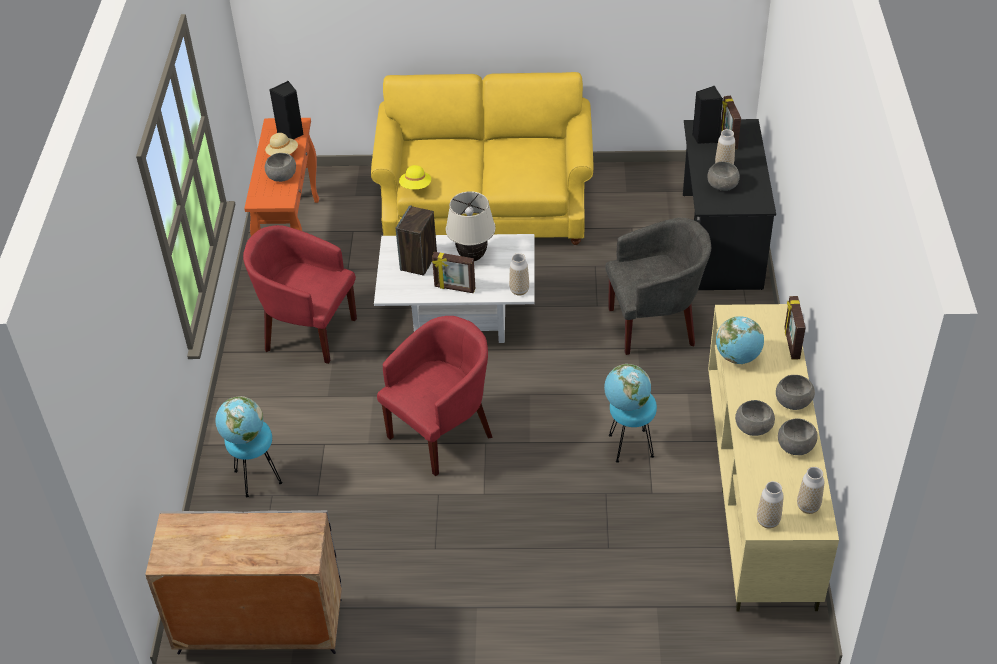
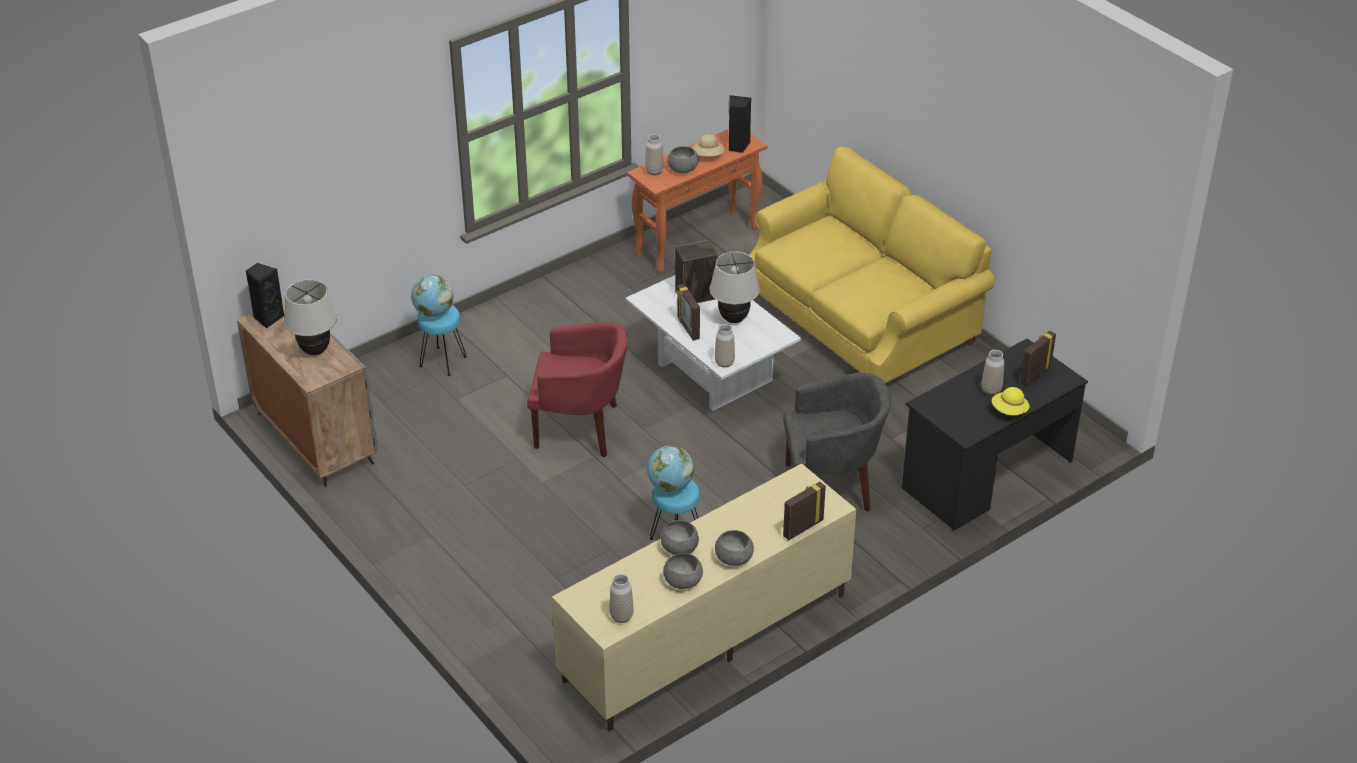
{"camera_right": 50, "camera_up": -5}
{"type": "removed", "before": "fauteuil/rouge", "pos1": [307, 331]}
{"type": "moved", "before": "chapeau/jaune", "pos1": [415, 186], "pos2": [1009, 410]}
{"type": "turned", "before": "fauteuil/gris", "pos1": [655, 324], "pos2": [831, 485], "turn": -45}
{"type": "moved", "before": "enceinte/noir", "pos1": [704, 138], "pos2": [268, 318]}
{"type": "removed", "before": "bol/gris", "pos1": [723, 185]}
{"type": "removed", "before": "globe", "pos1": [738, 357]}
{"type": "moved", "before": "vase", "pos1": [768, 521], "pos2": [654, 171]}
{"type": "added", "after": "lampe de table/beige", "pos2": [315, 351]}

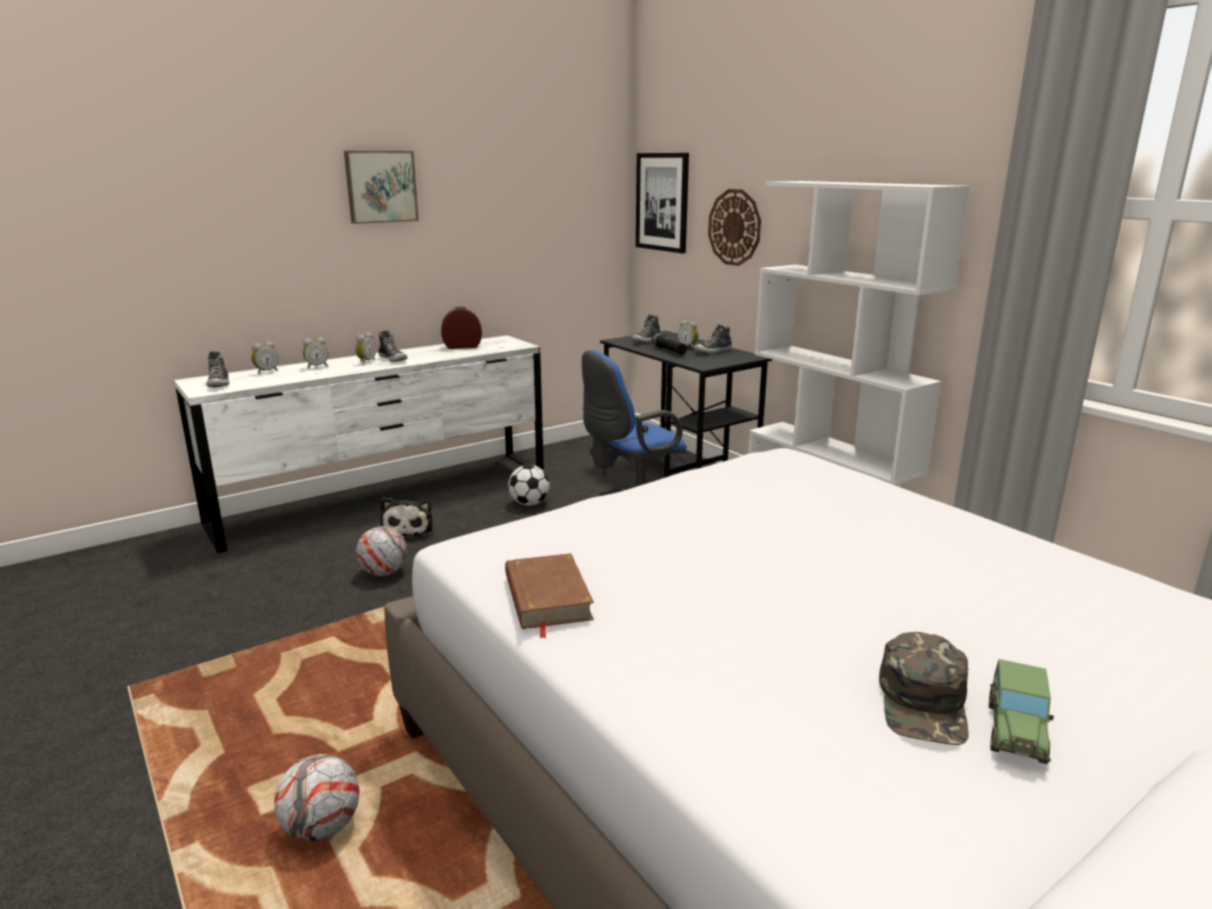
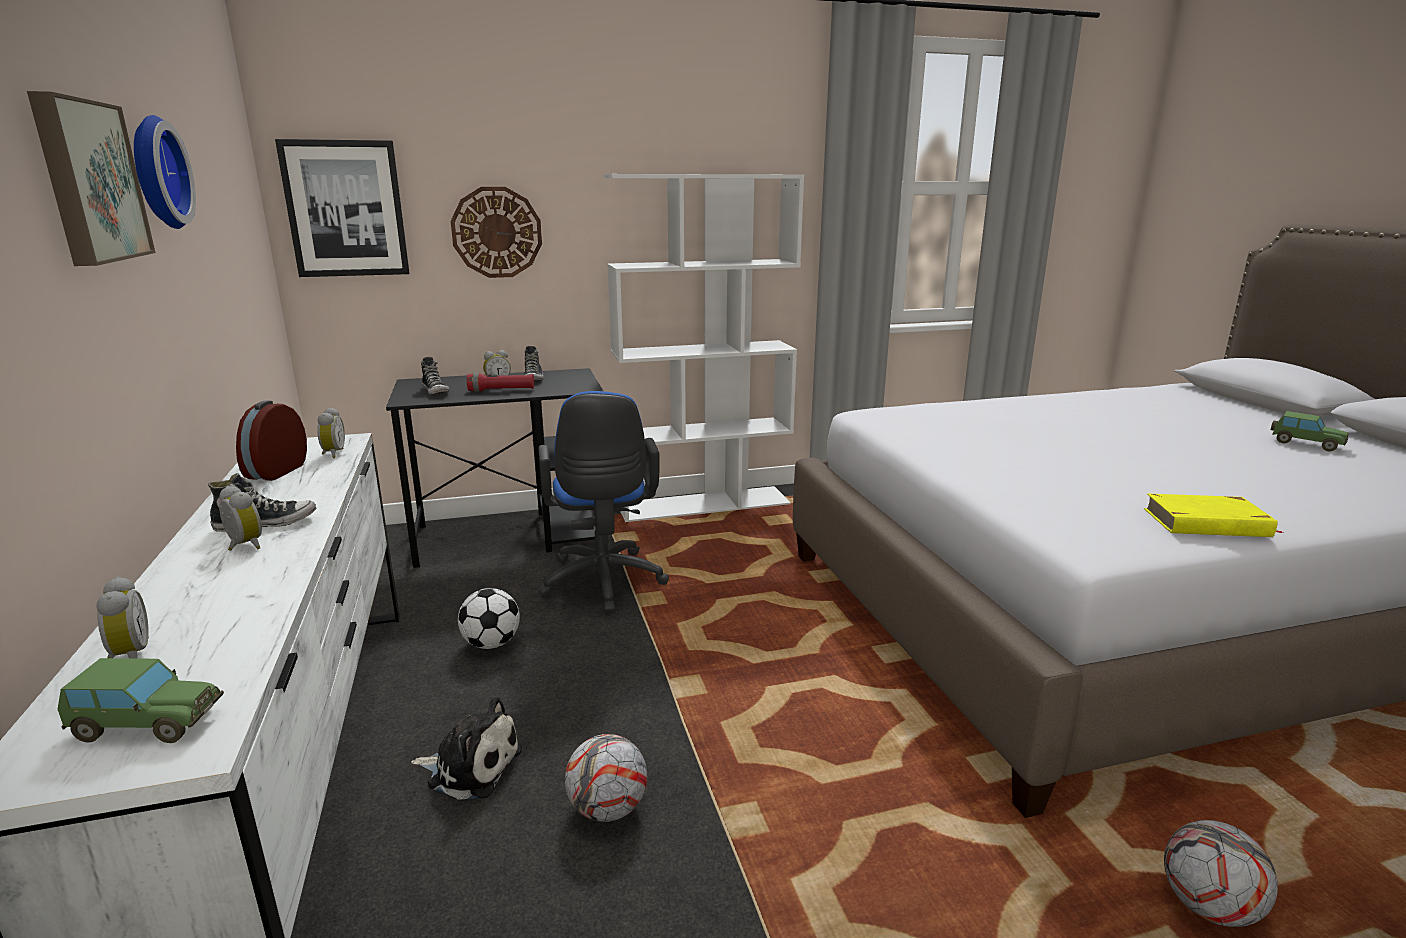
{"camera_right": -70, "camera_up": 0}
{"type": "replaced", "before": "chaussure", "after": "petite voiture", "pos1": [219, 384], "pos2": [146, 724]}
{"type": "moved", "before": "réveil", "pos1": [317, 367], "pos2": [332, 454]}
{"type": "recoloured", "before": "livre/marron", "after": "livre/jaune", "pos1": [546, 598], "pos2": [1207, 523]}
{"type": "recoloured", "before": "lampe de poche/noir", "after": "lampe de poche/rouge", "pos1": [669, 351], "pos2": [501, 390]}
{"type": "removed", "before": "casquette/vert", "pos1": [924, 702]}
{"type": "added", "after": "horloge murale", "pos2": [154, 173]}

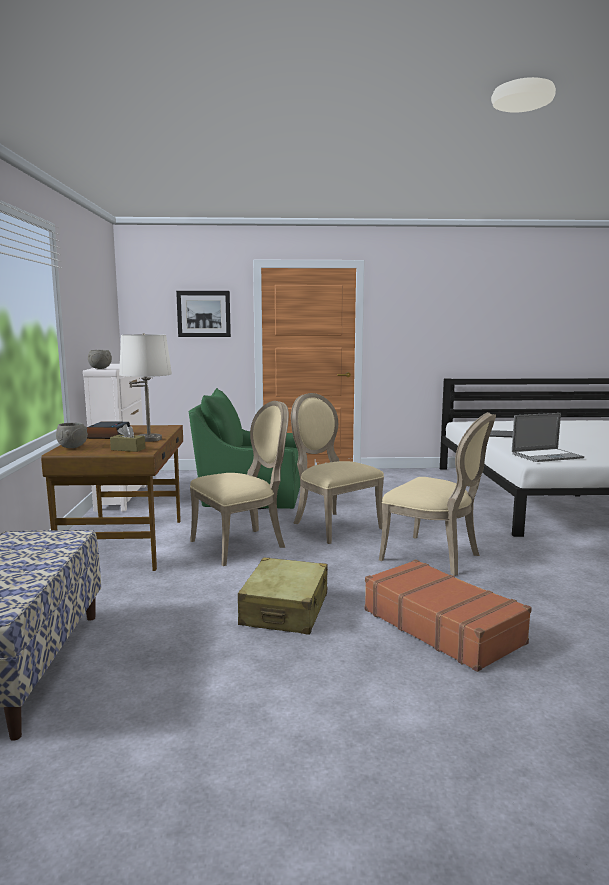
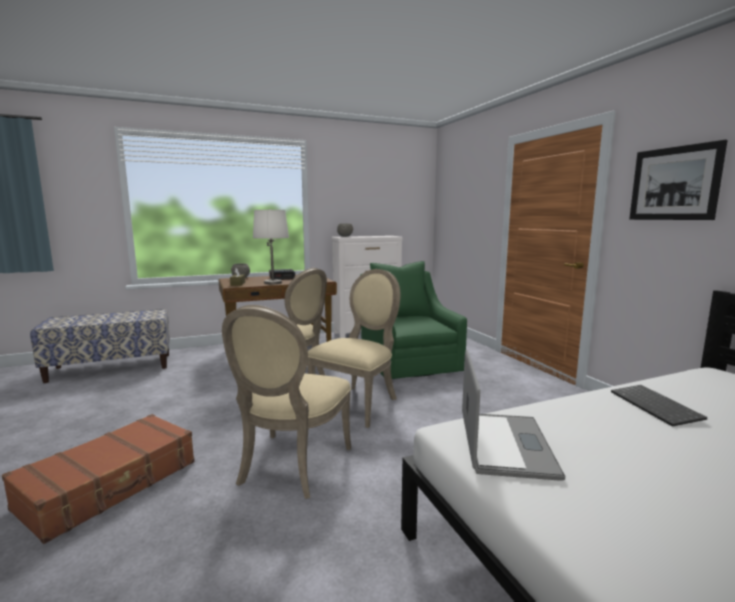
{"camera_right": 70, "camera_up": 0}
{"type": "moved", "before": "tableau", "pos1": [203, 314], "pos2": [674, 183]}
{"type": "removed", "before": "valise/beige", "pos1": [285, 610]}
{"type": "turned", "before": "ordinateur portable", "pos1": [547, 456], "pos2": [505, 444], "turn": -135}

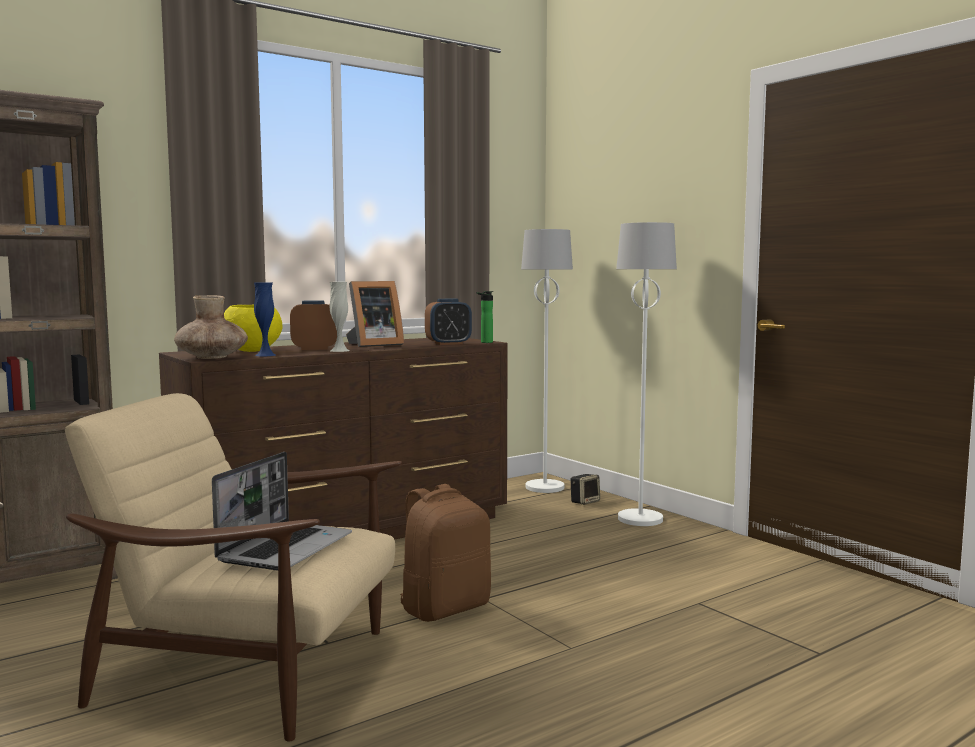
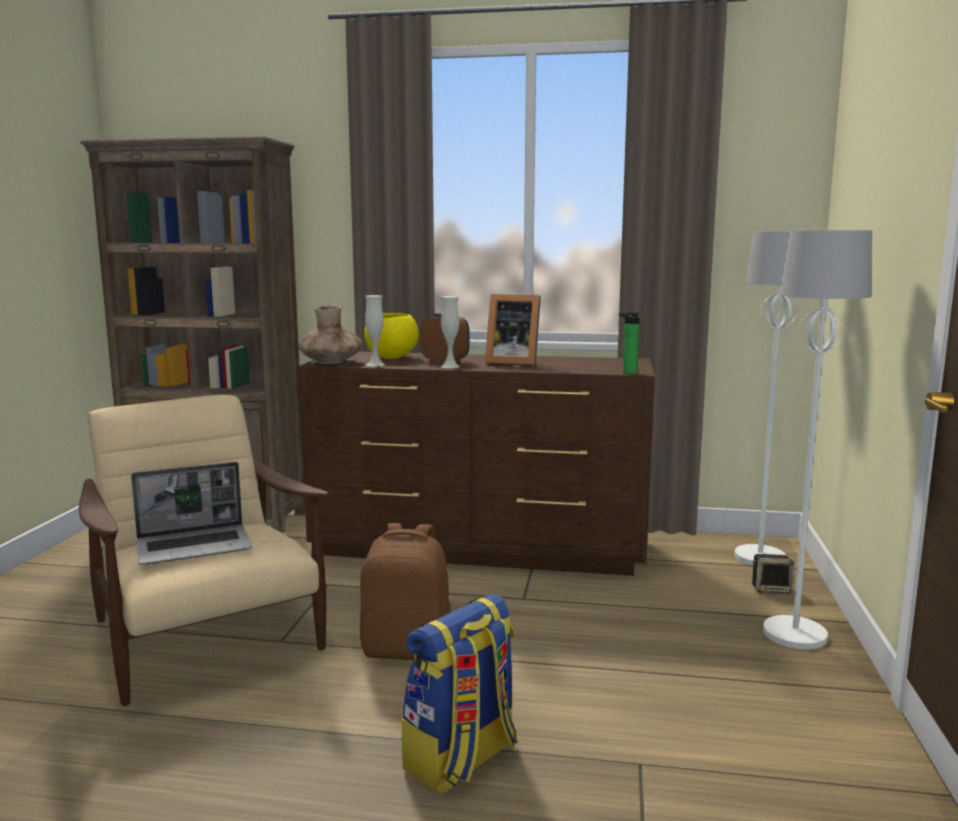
{"camera_right": 45, "camera_up": 5}
{"type": "recoloured", "before": "vase/bleu", "after": "vase/blanc", "pos1": [265, 355], "pos2": [375, 364]}
{"type": "removed", "before": "réveil", "pos1": [448, 344]}
{"type": "added", "after": "sac à dos", "pos2": [462, 760]}

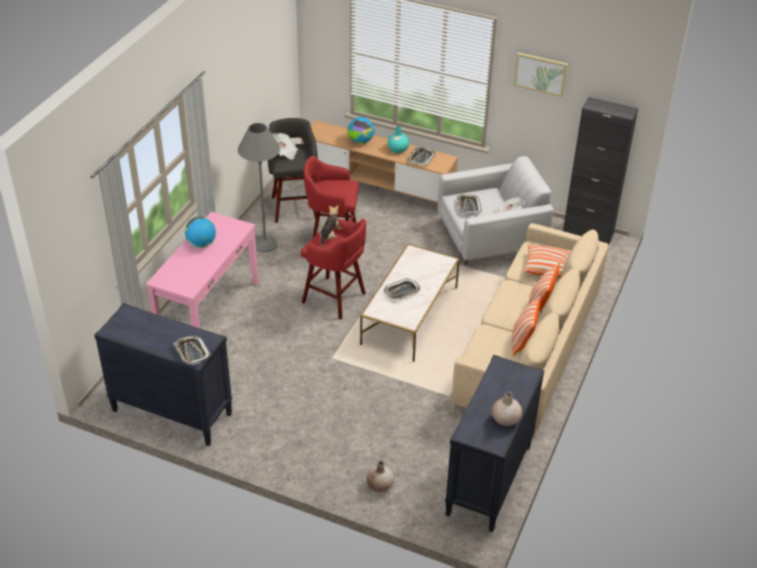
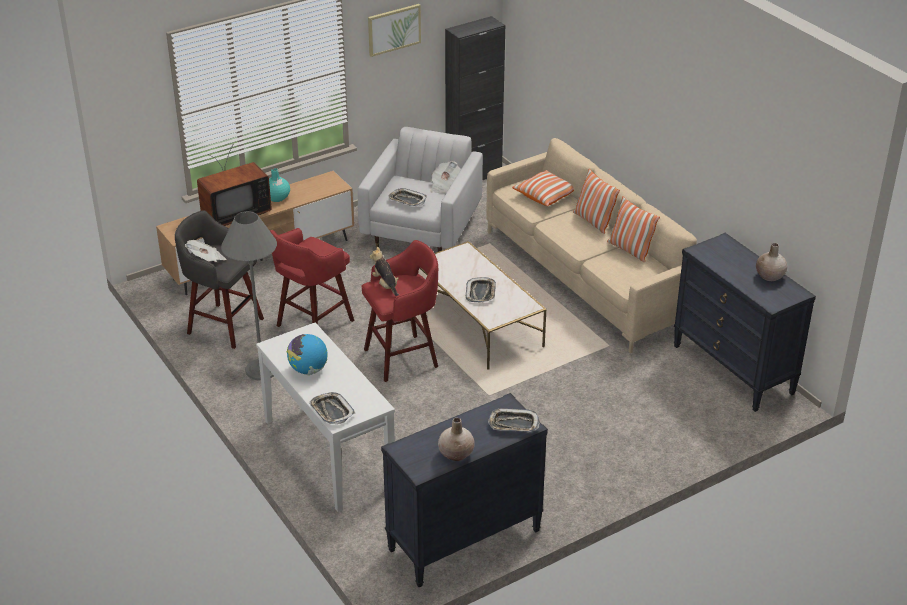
{"camera_right": -55, "camera_up": -5}
{"type": "recoloured", "before": "table console/rose", "after": "table console/blanc", "pos1": [208, 311], "pos2": [328, 453]}
{"type": "replaced", "before": "globe", "after": "téléviseur", "pos1": [360, 141], "pos2": [233, 213]}
{"type": "moved", "before": "vase/beige", "pos1": [380, 485], "pos2": [456, 454]}
{"type": "moved", "before": "plateau", "pos1": [421, 158], "pos2": [331, 411]}

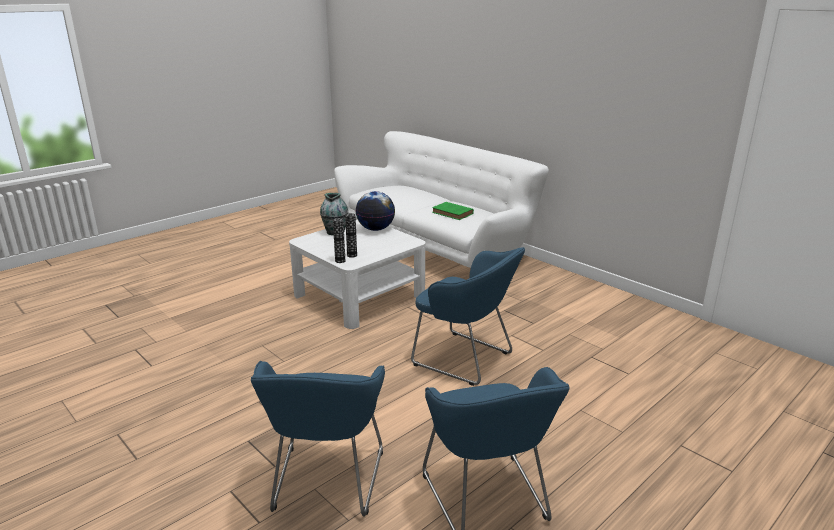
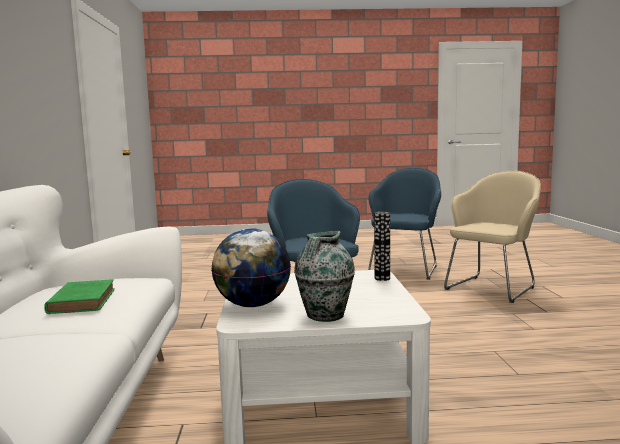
{"camera_right": -140, "camera_up": -15}
{"type": "recoloured", "before": "fauteuil/bleu", "after": "fauteuil/beige", "pos1": [326, 484], "pos2": [493, 287]}
{"type": "removed", "before": "vase", "pos1": [352, 255]}

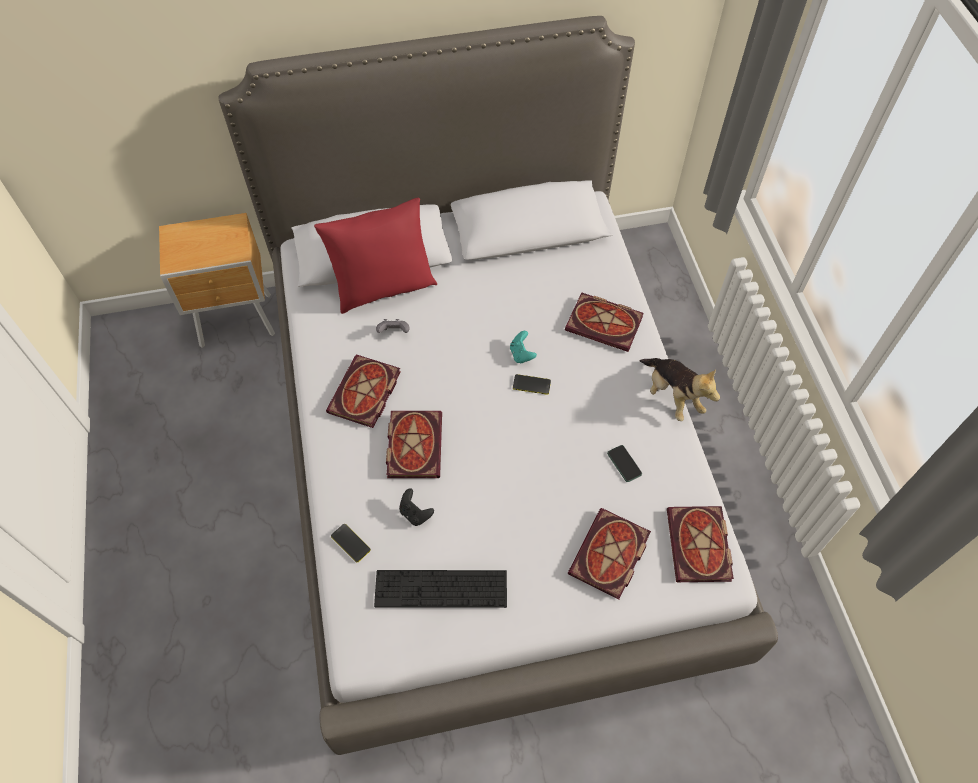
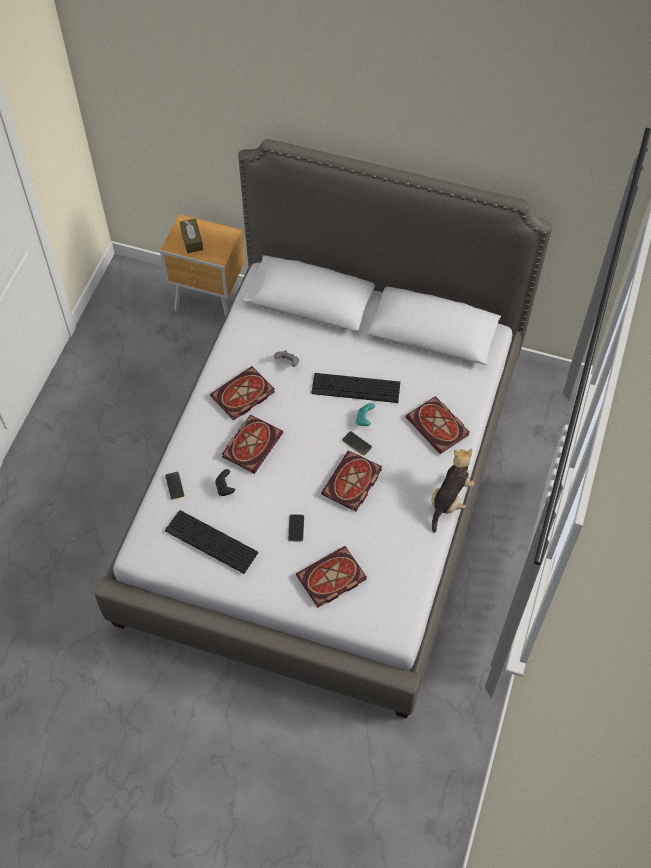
{"camera_right": 30, "camera_up": 0}
{"type": "removed", "before": "coussin/rouge", "pos1": [383, 287]}
{"type": "moved", "before": "téléphone", "pos1": [624, 463], "pos2": [296, 528]}
{"type": "turned", "before": "peluche", "pos1": [672, 396], "pos2": [449, 499], "turn": -150}
{"type": "moved", "before": "livre", "pos1": [700, 547], "pos2": [352, 484]}
{"type": "added", "after": "boîte à mouchoirs/marron", "pos2": [192, 240]}
{"type": "added", "after": "clavier", "pos2": [356, 388]}

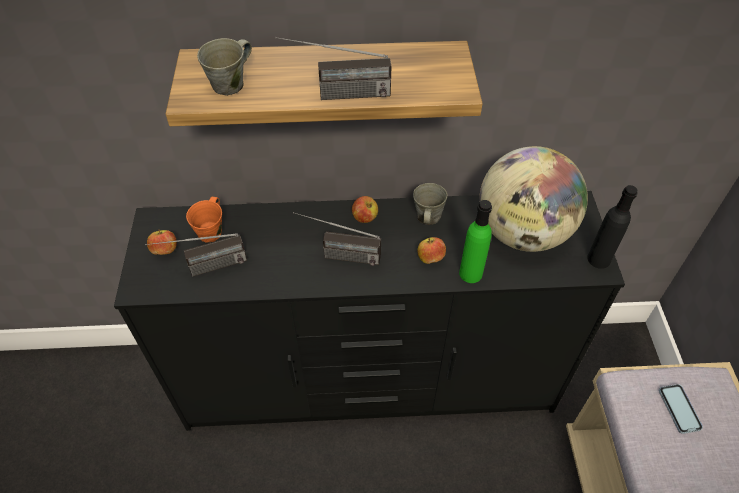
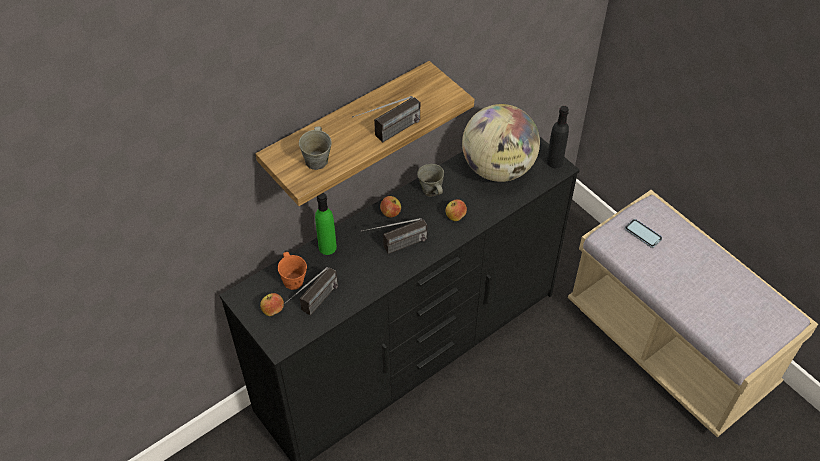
{"camera_right": -35, "camera_up": 0}
{"type": "moved", "before": "bouteille/vert", "pos1": [470, 273], "pos2": [327, 247]}

